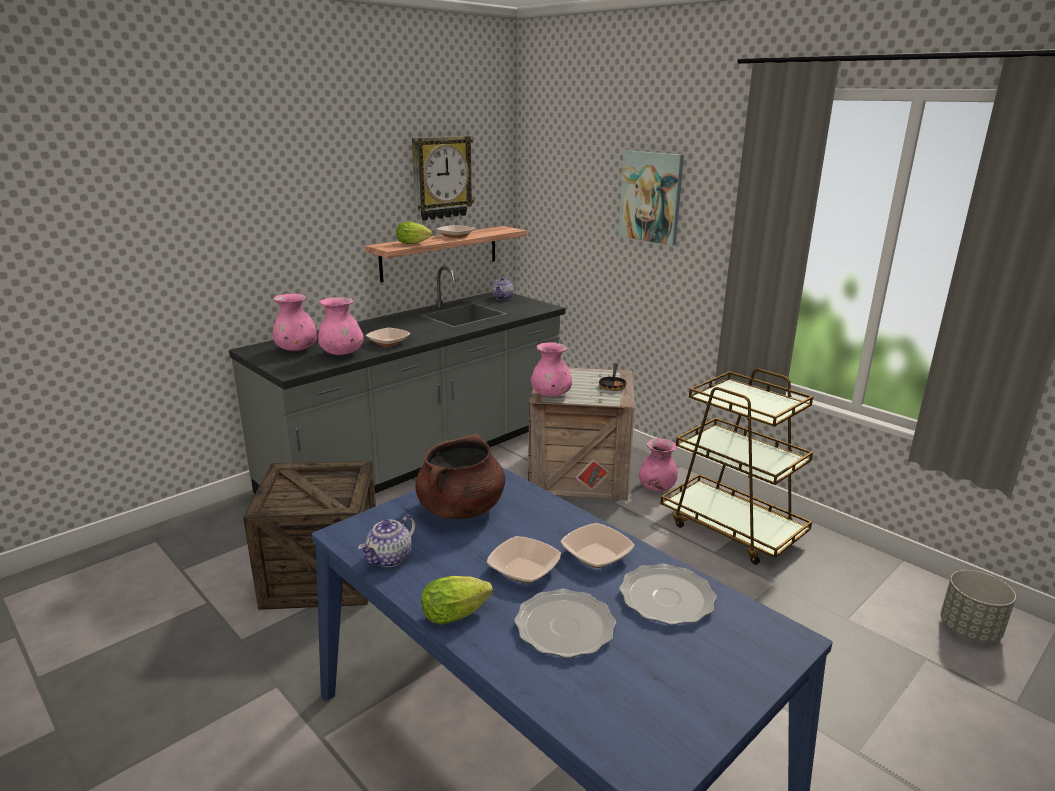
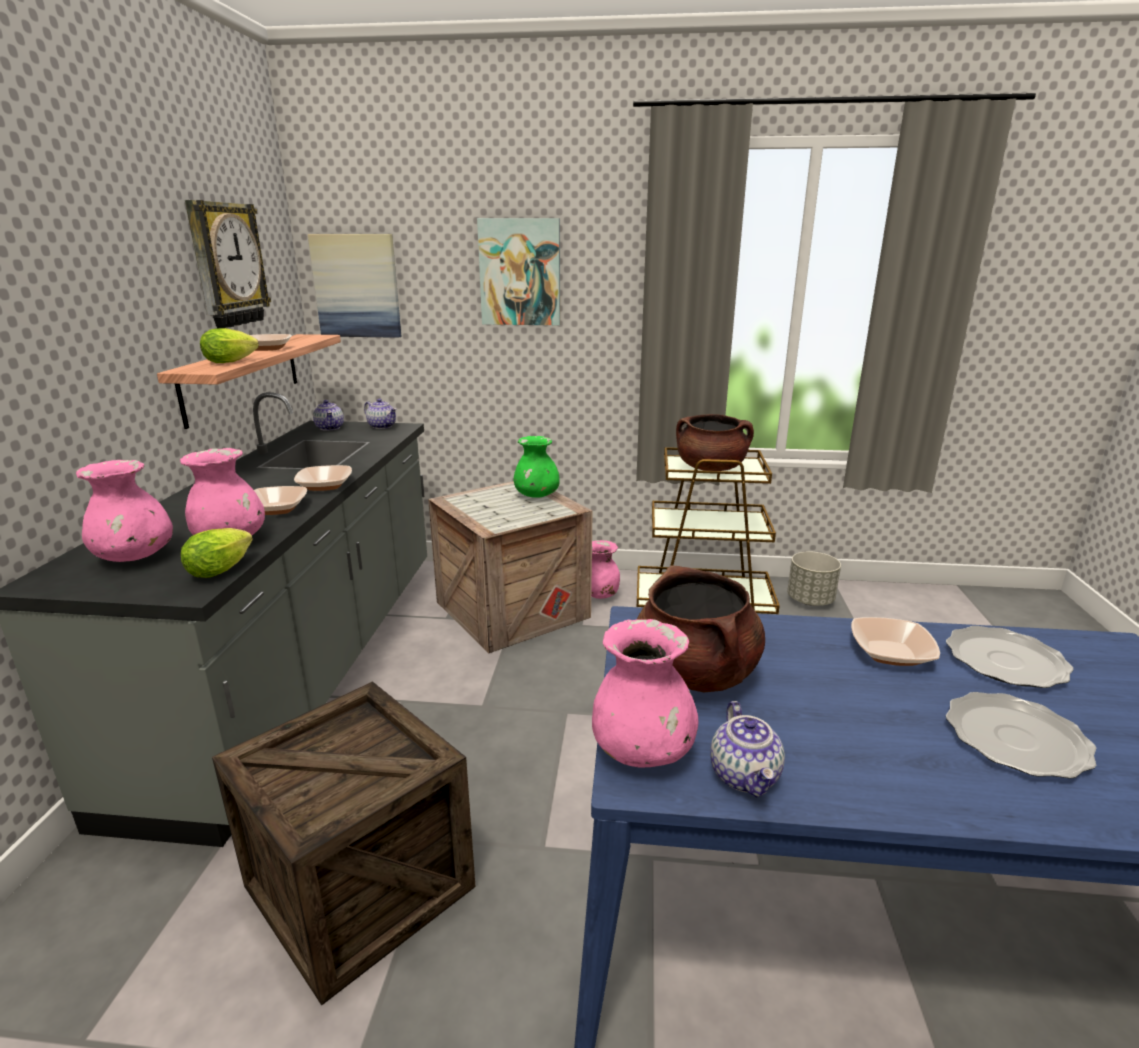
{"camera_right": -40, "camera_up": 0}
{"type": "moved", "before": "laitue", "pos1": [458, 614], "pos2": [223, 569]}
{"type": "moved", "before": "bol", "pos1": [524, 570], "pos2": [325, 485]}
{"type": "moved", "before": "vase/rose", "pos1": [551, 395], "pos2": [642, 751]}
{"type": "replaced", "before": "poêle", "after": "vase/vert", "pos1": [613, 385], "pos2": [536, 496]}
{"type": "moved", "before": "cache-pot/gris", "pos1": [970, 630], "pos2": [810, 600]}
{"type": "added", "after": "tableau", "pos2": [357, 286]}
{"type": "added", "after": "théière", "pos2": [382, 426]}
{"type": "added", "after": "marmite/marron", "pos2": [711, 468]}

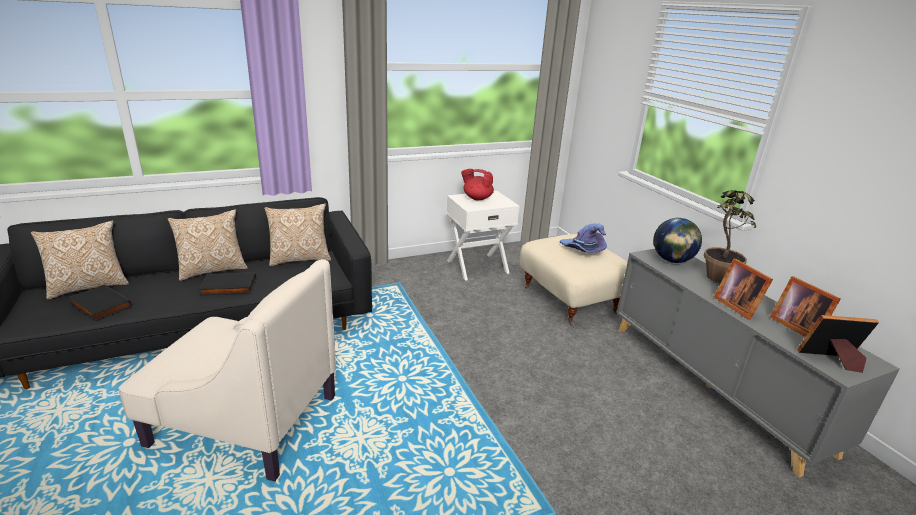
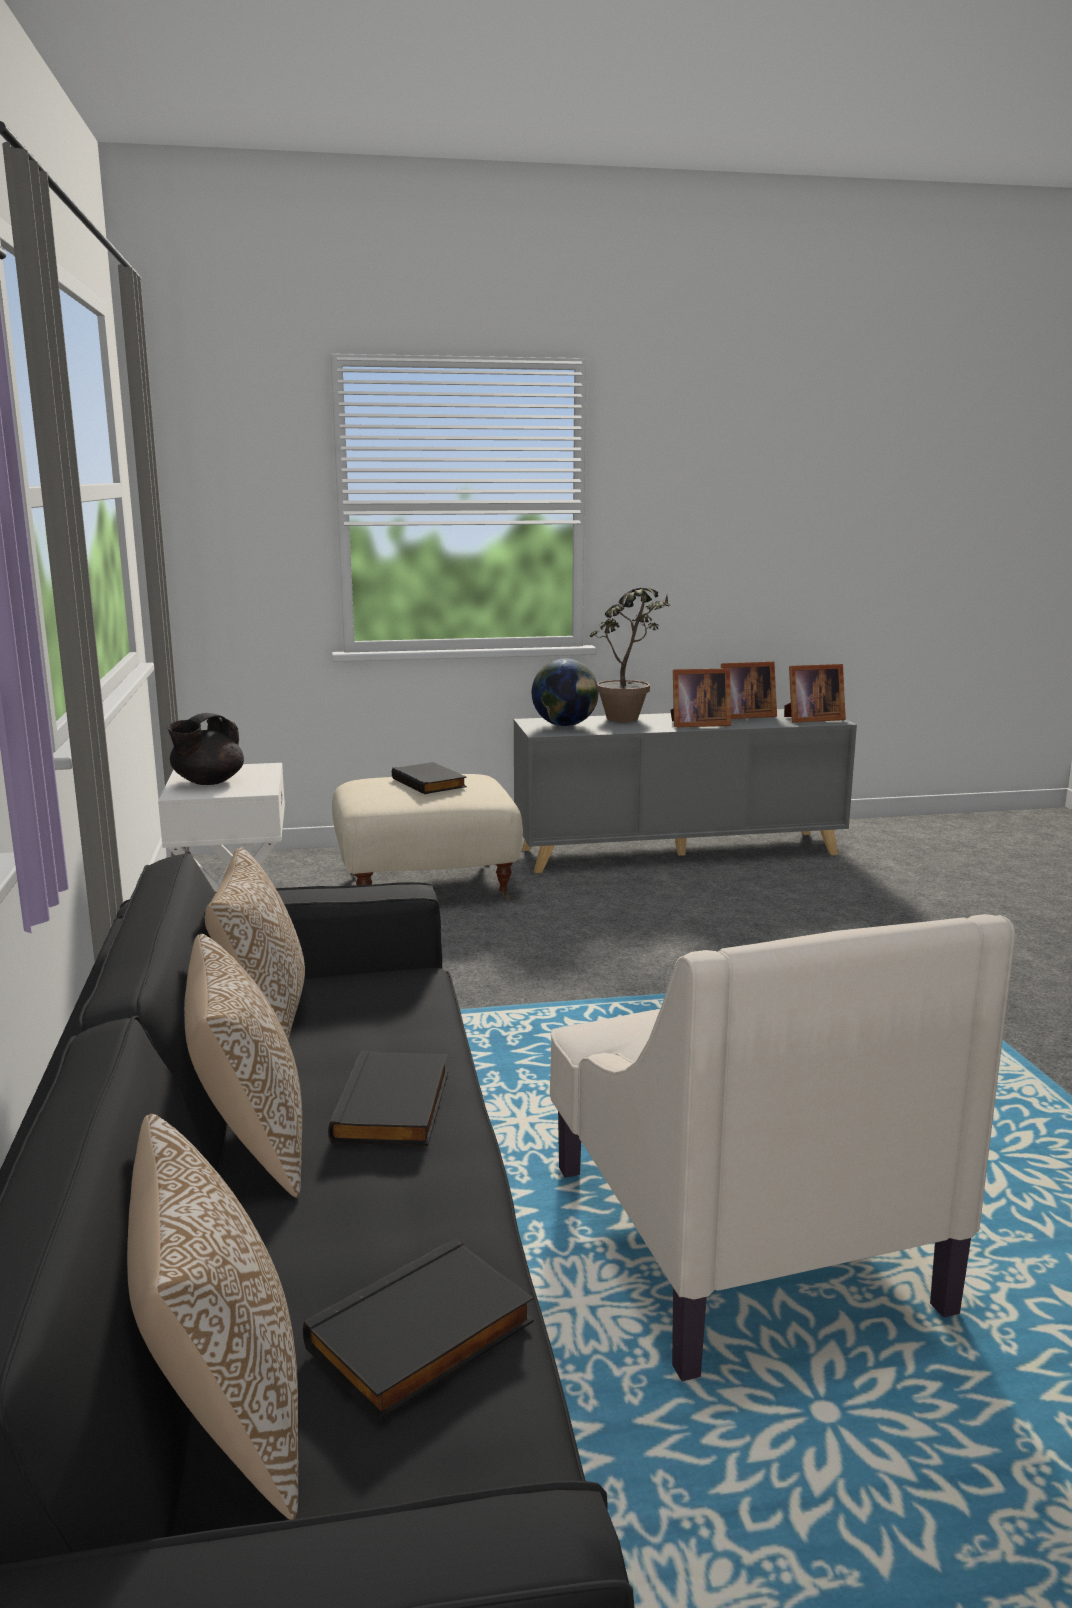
{"camera_right": -75, "camera_up": -10}
{"type": "turned", "before": "fauteuil/beige", "pos1": [243, 420], "pos2": [738, 1234], "turn": 135}
{"type": "recoloured", "before": "théière/rouge", "after": "théière/noir", "pos1": [477, 198], "pos2": [207, 782]}
{"type": "replaced", "before": "chapeau/violet", "after": "livre/noir", "pos1": [582, 250], "pos2": [430, 783]}
{"type": "turned", "before": "cadre photo", "pos1": [832, 360], "pos2": [811, 719], "turn": -120}

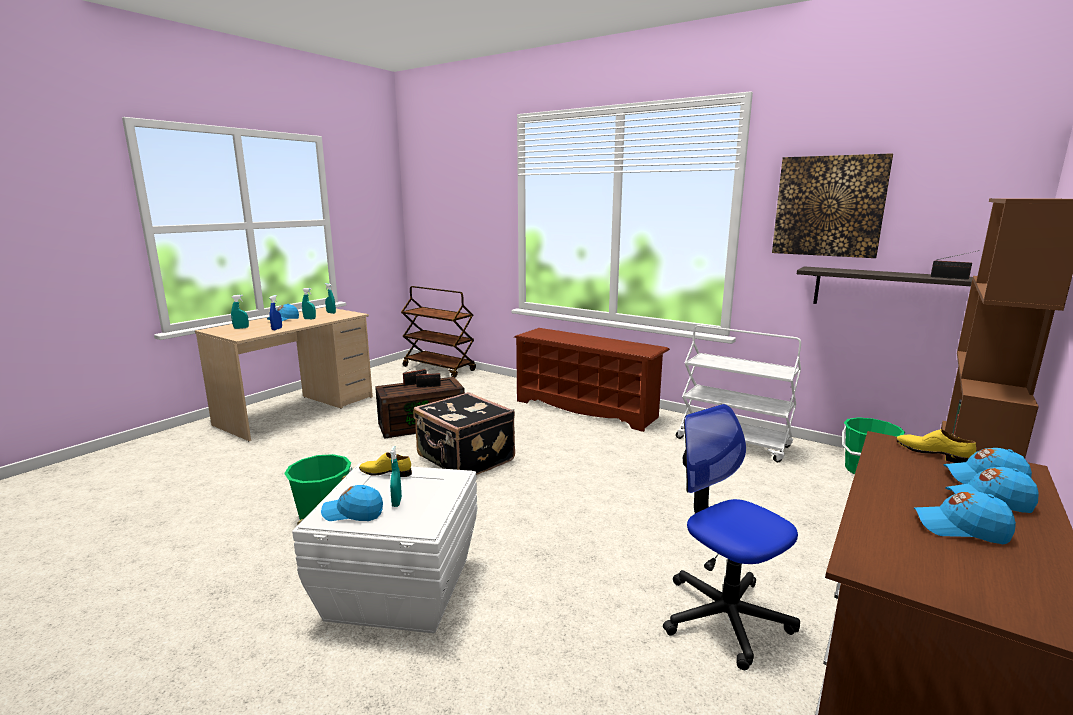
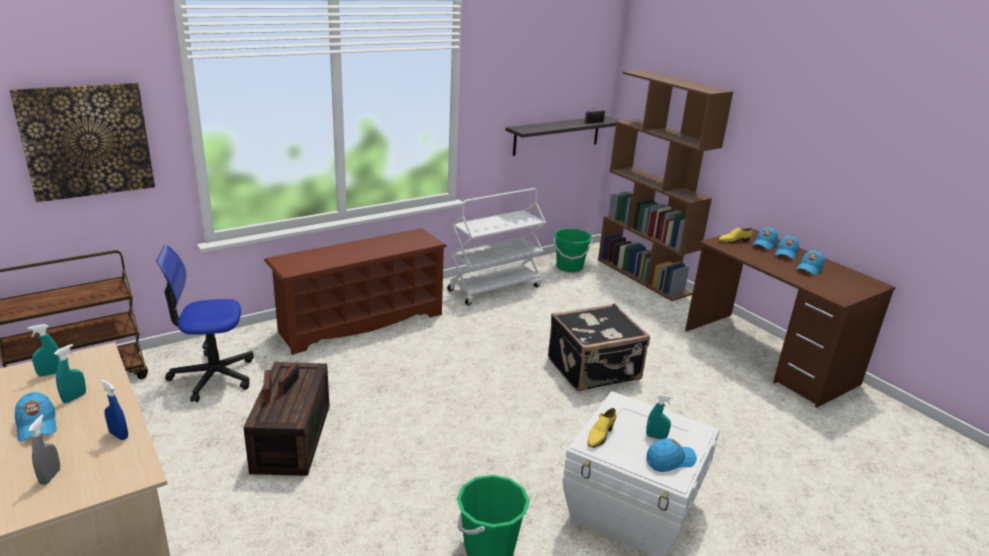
{"camera_right": -70, "camera_up": 10}
{"type": "recoloured", "before": "vaporisateur/turquoise", "after": "vaporisateur/gris", "pos1": [241, 328], "pos2": [50, 476]}
{"type": "turned", "before": "casquette/bleu", "pos1": [353, 513], "pos2": [670, 461], "turn": -135}
{"type": "moved", "before": "valise/noir", "pos1": [464, 459], "pos2": [595, 370]}
{"type": "moved", "before": "chaise de bureau", "pos1": [724, 617], "pos2": [213, 376]}
{"type": "moved", "before": "tableau", "pos1": [829, 206], "pos2": [86, 140]}

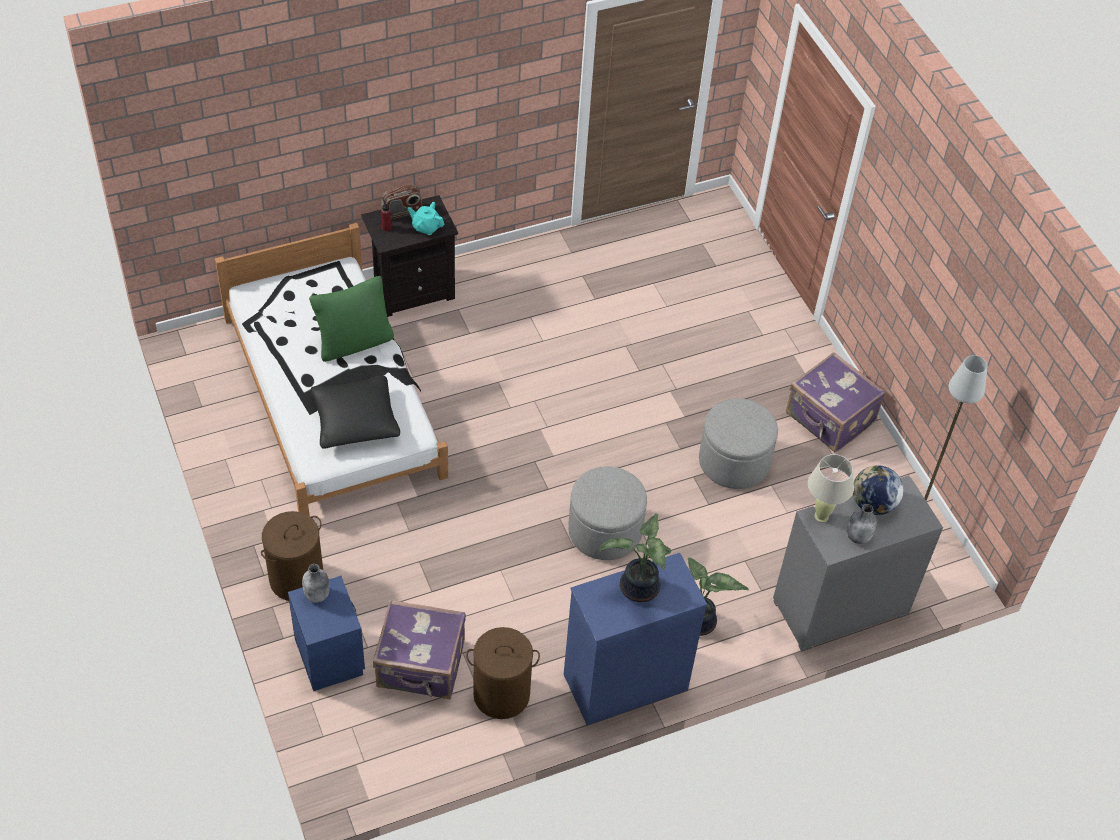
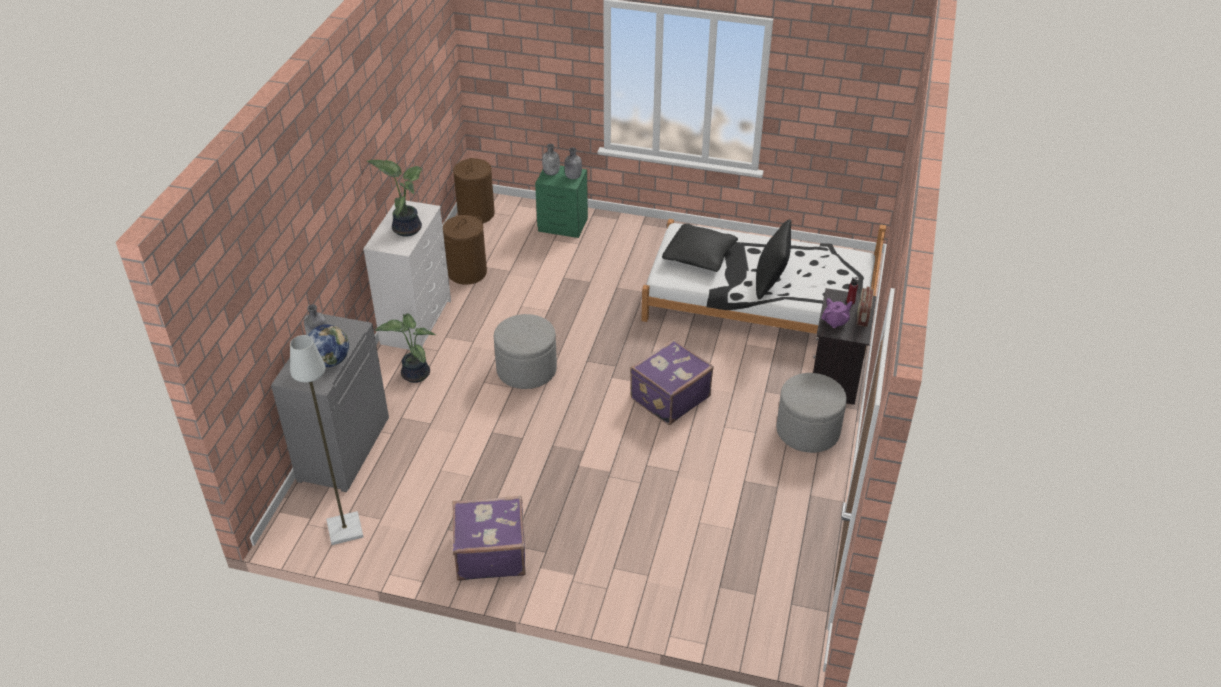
{"camera_right": 130, "camera_up": -10}
{"type": "moved", "before": "panier à linge/marron", "pos1": [296, 579], "pos2": [476, 213]}
{"type": "recoloured", "before": "table de chevet/bleu", "after": "table de chevet/vert", "pos1": [330, 655], "pos2": [563, 225]}
{"type": "recoloured", "before": "coussin/vert", "after": "coussin/noir", "pos1": [354, 342], "pos2": [770, 282]}
{"type": "moved", "before": "valise/violet", "pos1": [421, 666], "pos2": [669, 397]}
{"type": "recoloured", "before": "théière/turquoise", "after": "théière/violet", "pos1": [426, 227], "pos2": [835, 321]}
{"type": "recoloured", "before": "commode/bleu", "after": "commode/blanc", "pos1": [624, 683], "pos2": [416, 321]}
{"type": "moved", "before": "pouf/gris", "pos1": [734, 461], "pos2": [808, 431]}
{"type": "removed", "before": "lampe de table/beige", "pos1": [821, 516]}
{"type": "added", "after": "bouteille/gris", "pos2": [551, 173]}

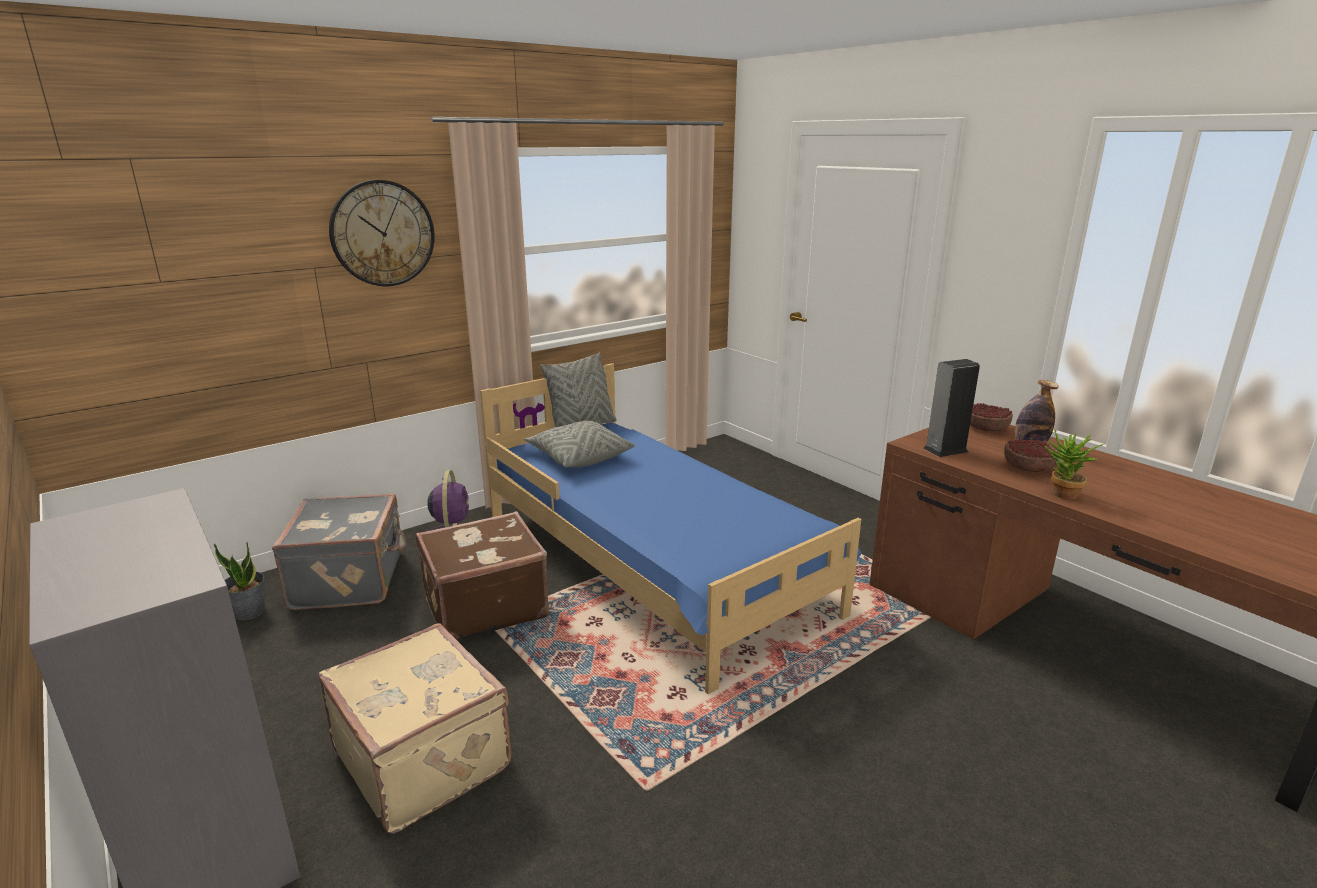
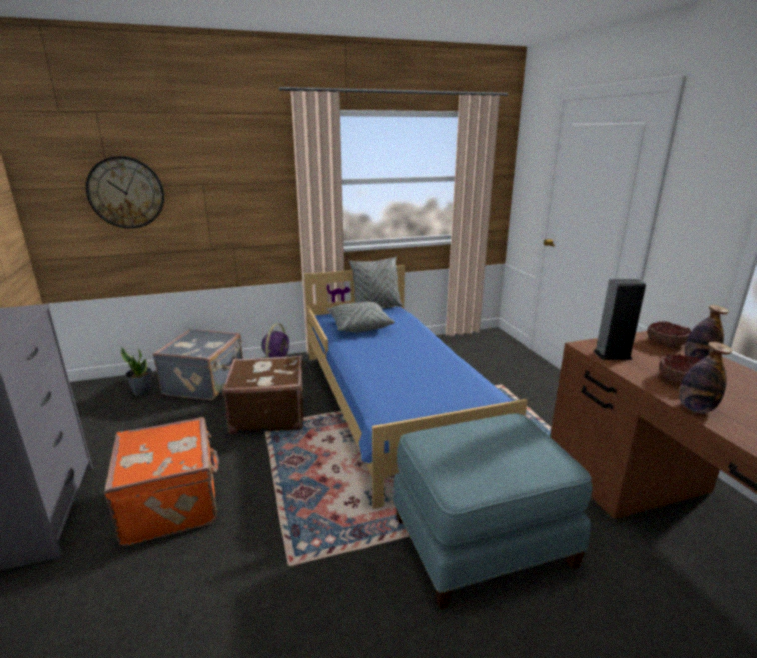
{"camera_right": 20, "camera_up": 0}
{"type": "recoloured", "before": "valise/beige", "after": "valise/orange", "pos1": [425, 757], "pos2": [173, 502]}
{"type": "moved", "before": "horloge murale", "pos1": [382, 233], "pos2": [126, 192]}
{"type": "replaced", "before": "plante en pot", "after": "bouteille", "pos1": [1061, 495], "pos2": [695, 408]}
{"type": "added", "after": "pouf/bleu", "pos2": [481, 539]}

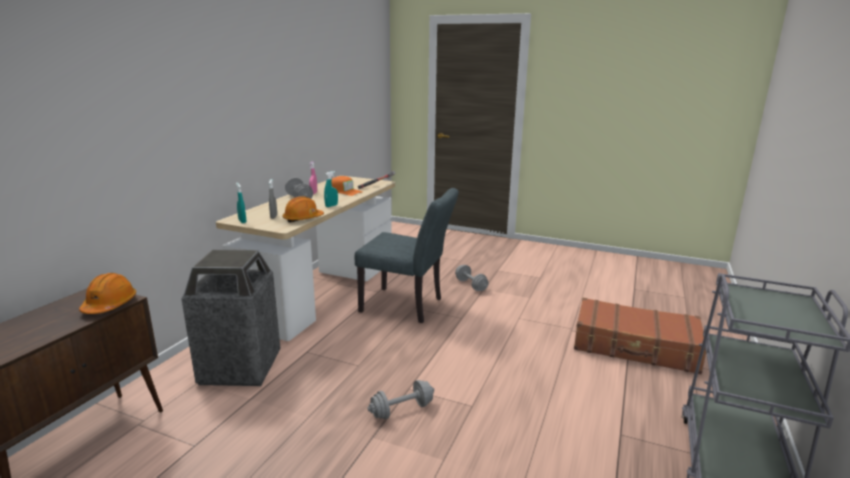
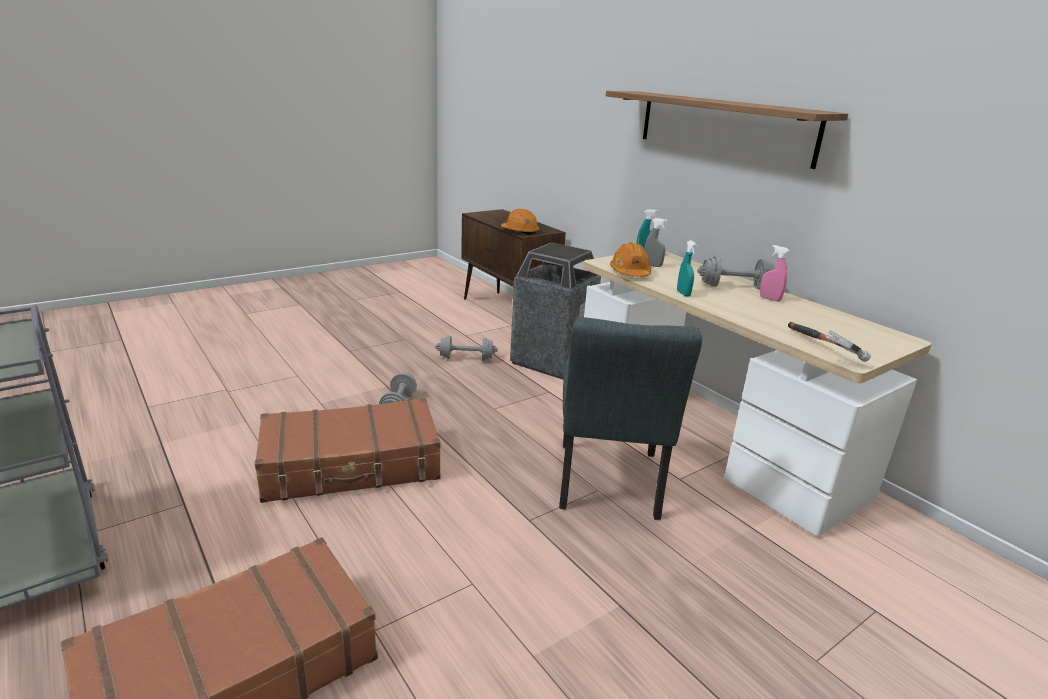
{"camera_right": 120, "camera_up": 5}
{"type": "removed", "before": "casquette/orange", "pos1": [344, 191]}
{"type": "turned", "before": "chaise/gris", "pos1": [407, 306], "pos2": [608, 486], "turn": -45}
{"type": "moved", "before": "haltère/gris", "pos1": [471, 285], "pos2": [466, 358]}
{"type": "added", "after": "valise/marron", "pos2": [351, 466]}
{"type": "added", "after": "étagère", "pos2": [723, 126]}

